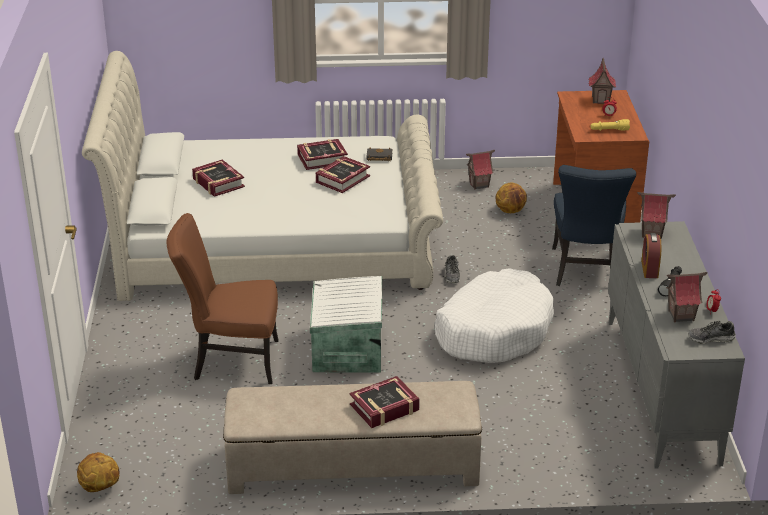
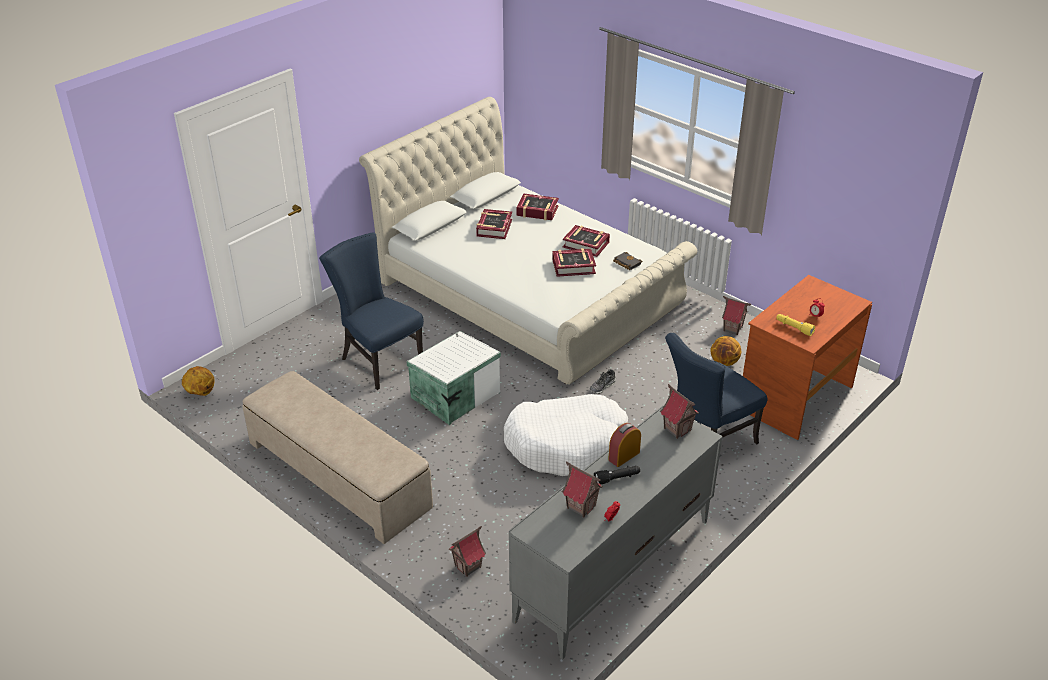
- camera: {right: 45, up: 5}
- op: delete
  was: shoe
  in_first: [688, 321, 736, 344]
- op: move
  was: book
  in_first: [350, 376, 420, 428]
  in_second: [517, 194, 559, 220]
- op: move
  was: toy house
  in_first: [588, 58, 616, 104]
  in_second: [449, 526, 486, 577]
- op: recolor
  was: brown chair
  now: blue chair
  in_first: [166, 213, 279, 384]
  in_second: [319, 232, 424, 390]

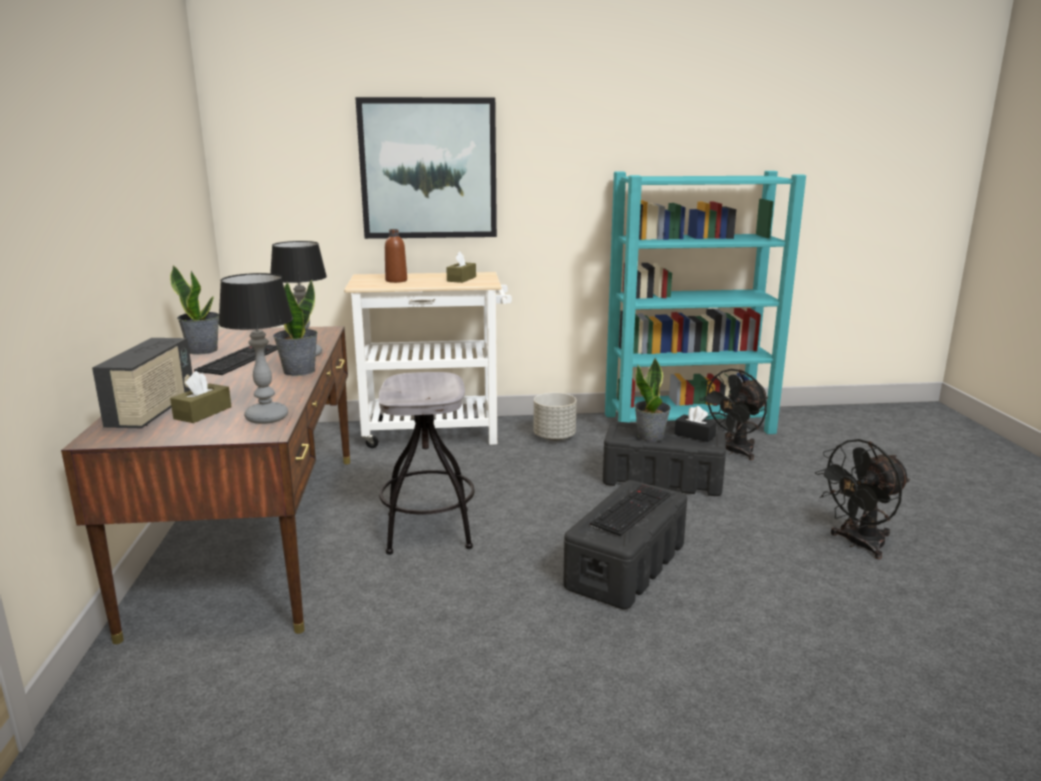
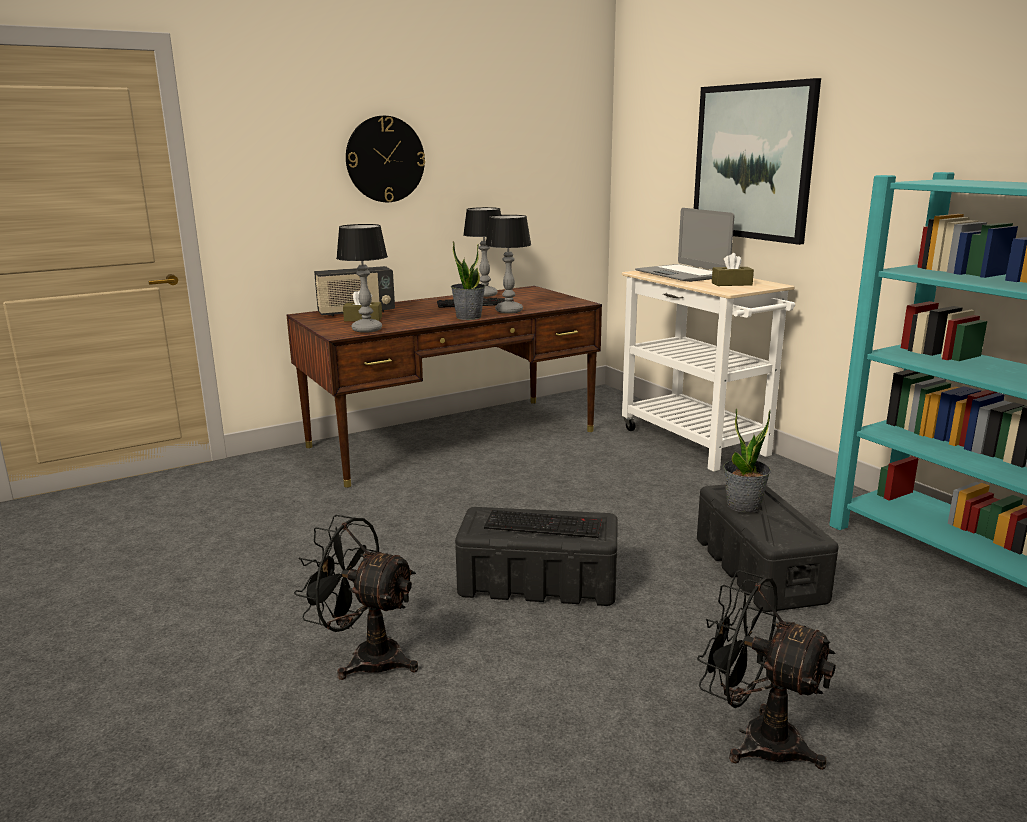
- camera: {right: 65, up: 0}
- op: delete
  was: grey stool
  in_first: [379, 372, 475, 555]
- op: delete
  was: grey planter
  in_first: [534, 393, 577, 441]
- op: delete
  was: black tissue box
  in_first: [675, 406, 717, 442]
- op: insert
  now: wall clock
  in_second: [346, 116, 425, 202]
- op: move
  was: black fan
  in_first: [700, 369, 768, 460]
  in_second: [294, 515, 418, 680]
- op: replace
  was: potted plant
  now: table lamp
  in_first: [170, 265, 219, 355]
  in_second: [463, 207, 501, 297]
- op: replace
  was: brown bottle
  now: laptop
  in_first: [385, 229, 407, 283]
  in_second: [635, 208, 734, 282]

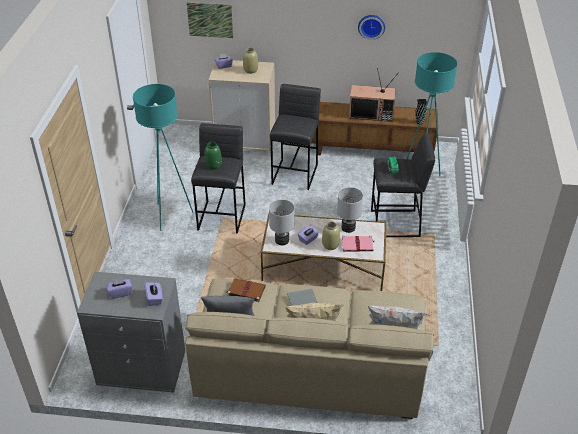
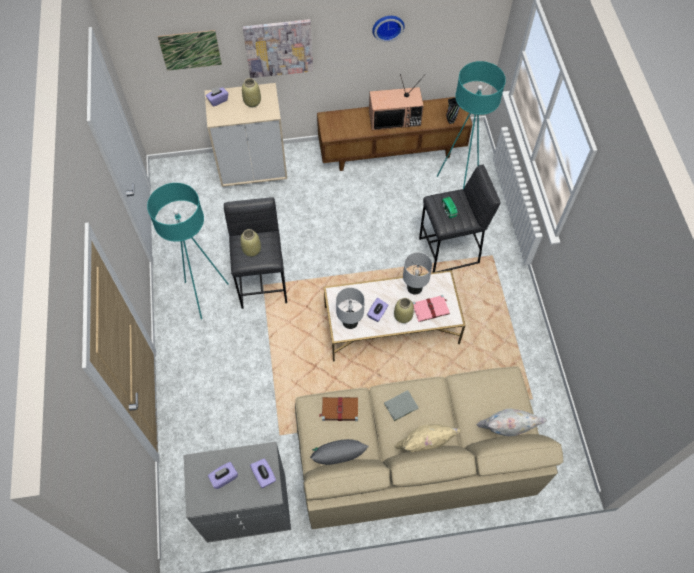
- camera: {right: -15, up: 20}
- op: delete
  was: grey stool
  in_first: [270, 84, 321, 190]
- op: insert
  now: picture
  in_second: [243, 19, 313, 78]
- op: recolor
  was: green vase
  now: beige vase
  in_first: [204, 142, 222, 170]
  in_second: [240, 229, 261, 257]

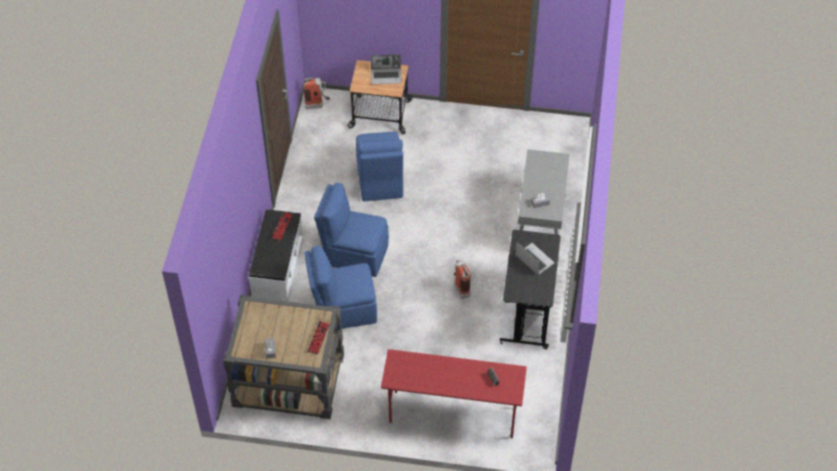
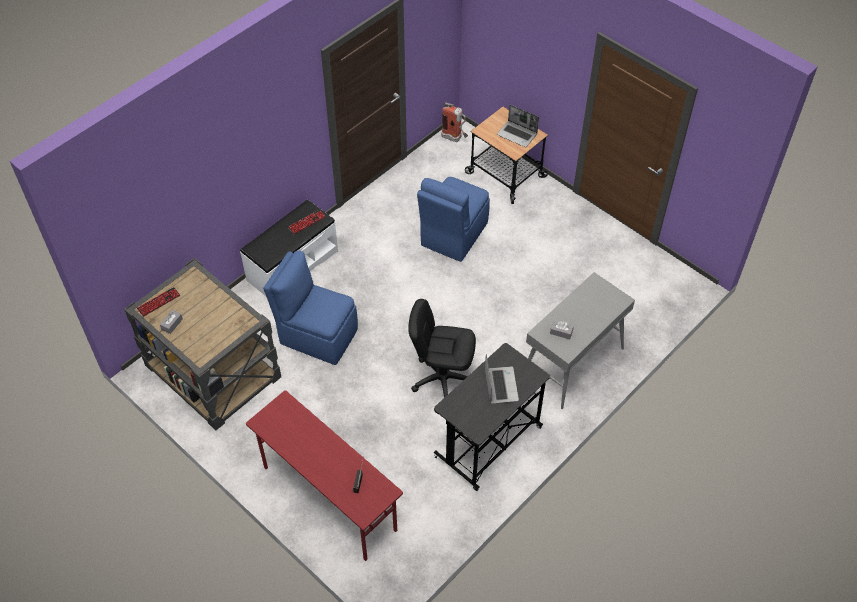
- camera: {right: 35, up: 0}
- op: delete
  was: blue chair
  in_first: [314, 183, 389, 277]
- op: move
  was: keyboard
  in_first: [307, 321, 330, 355]
  in_second: [137, 287, 180, 317]
- op: replace
  was: fire extinguisher
  now: black office chair
  in_first: [454, 260, 471, 299]
  in_second: [408, 299, 476, 398]

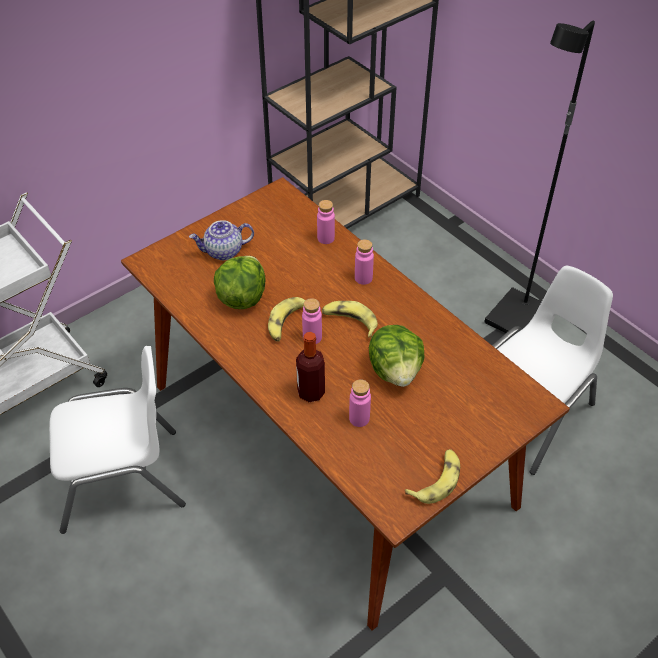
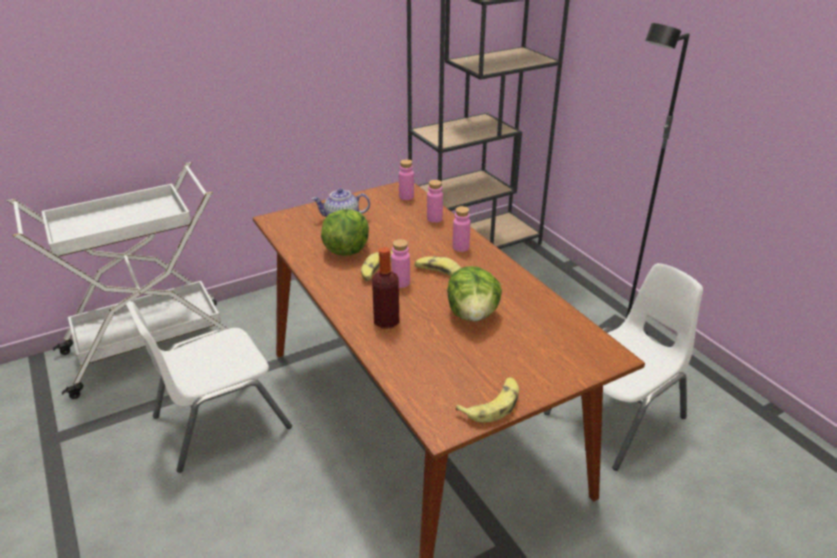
- camera: {right: 10, up: -15}
- op: move
  was: pink bottle
  in_first: [349, 379, 371, 427]
  in_second: [399, 159, 414, 200]
- op: rotate
  was: white chair
  in_first: [49, 346, 186, 534]
  in_second: [126, 301, 292, 473]
  clockwise: 150

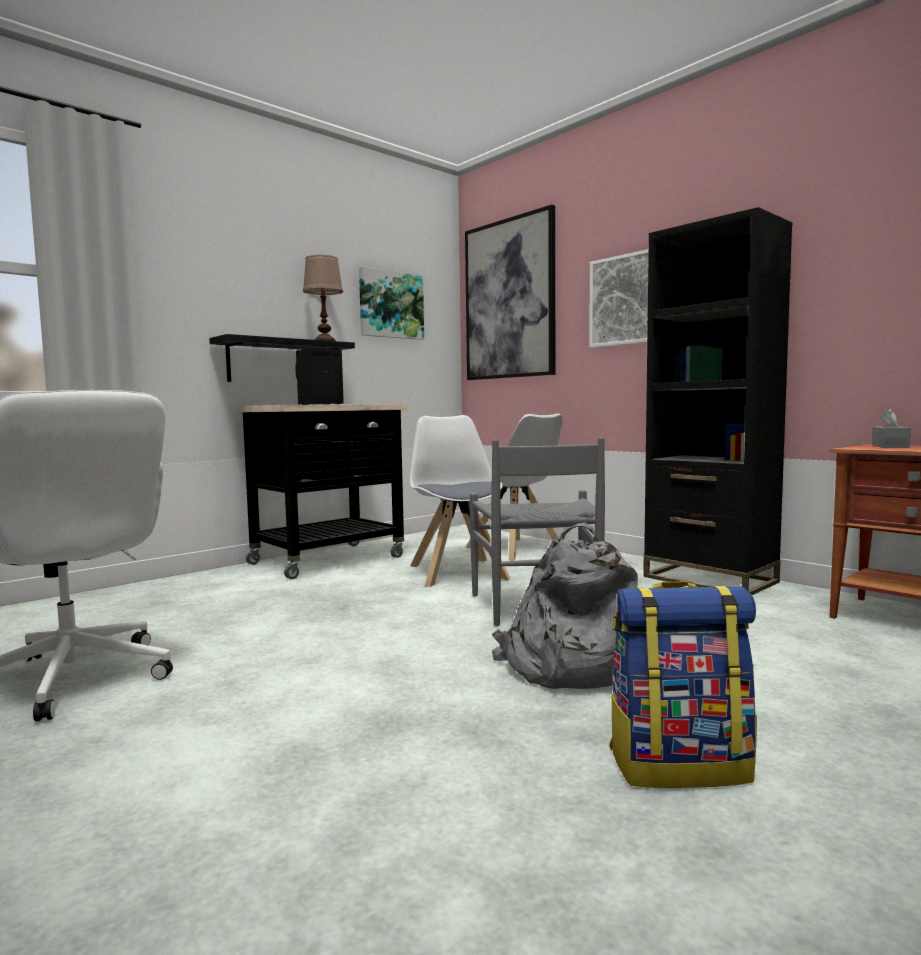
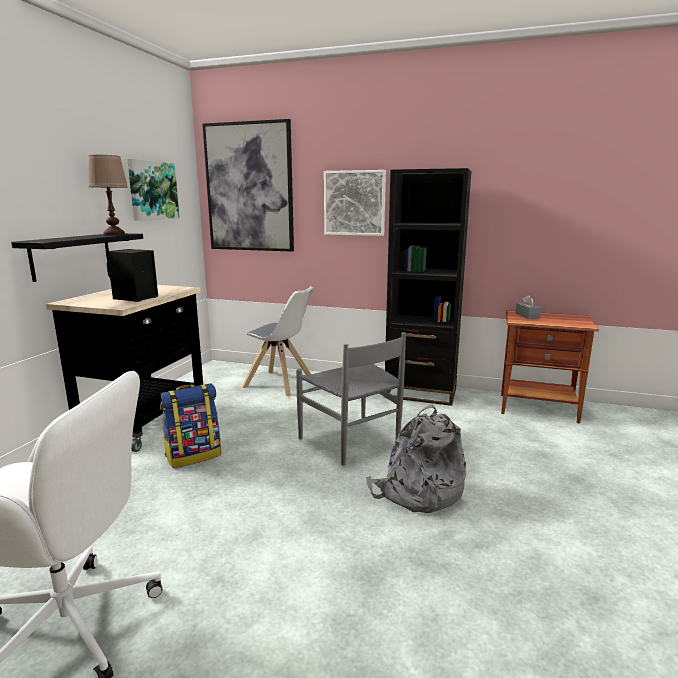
- camera: {right: -30, up: 10}
- op: delete
  was: chair
  in_first: [410, 415, 511, 587]
- op: move
  was: backpack
  in_first: [609, 581, 757, 788]
  in_second: [160, 383, 221, 468]

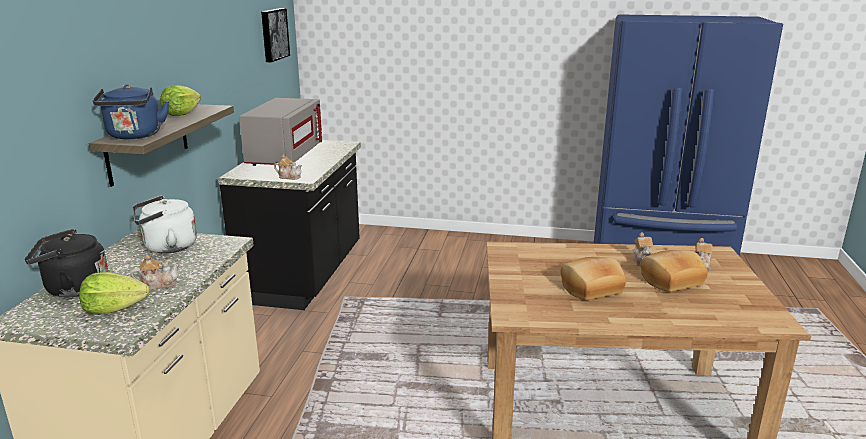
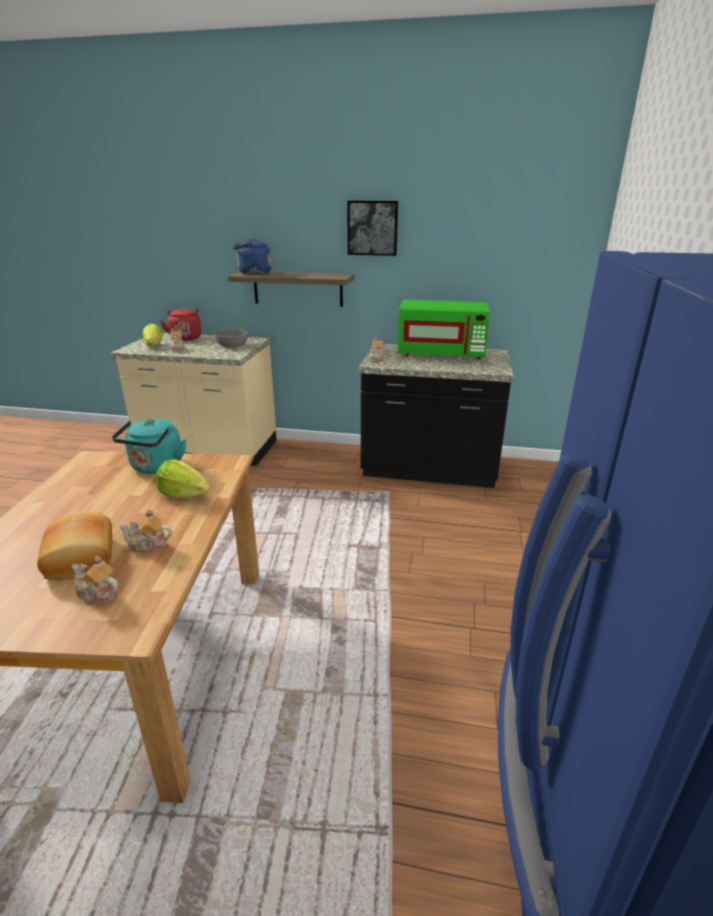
- camera: {right: 90, up: 5}
- op: delete
  was: bread
  in_first: [561, 257, 626, 300]
- op: insert
  now: turquoise kettle
  in_second: [112, 419, 186, 474]
- op: move
  was: lettuce
  in_first: [160, 85, 201, 116]
  in_second: [156, 459, 210, 498]
- op: move
  was: picture
  in_first: [261, 8, 290, 62]
  in_second: [347, 201, 398, 256]
- op: replace
  was: white kettle
  now: grey bowl
  in_first: [133, 195, 197, 253]
  in_second: [215, 329, 248, 348]
- op: recolor
  was: black kettle
  now: red kettle
  in_first: [25, 229, 108, 298]
  in_second: [160, 308, 202, 341]
- op: recolor
  was: grey microwave
  now: green microwave
  in_first: [239, 98, 322, 166]
  in_second: [397, 299, 490, 359]

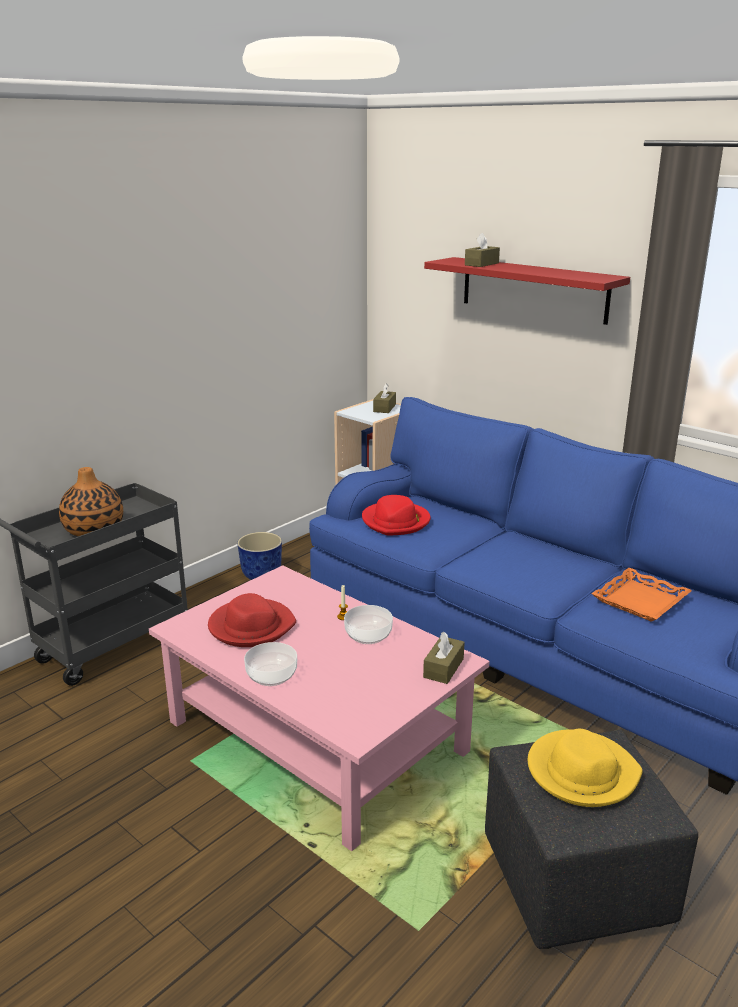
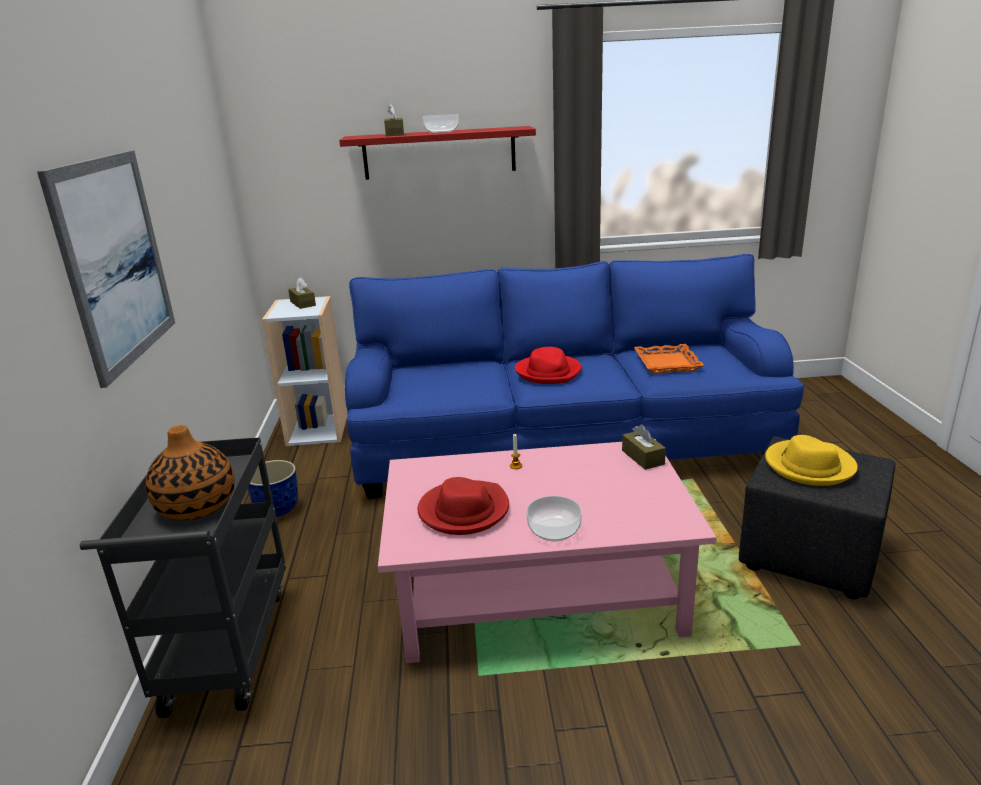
- camera: {right: -45, up: 0}
- op: insert
  now: picture
  in_second: [37, 150, 175, 388]
- op: move
  was: bowl
  in_first: [344, 605, 393, 644]
  in_second: [423, 114, 459, 133]
- op: move
  was: red hat
  in_first: [362, 495, 431, 536]
  in_second: [515, 347, 582, 384]

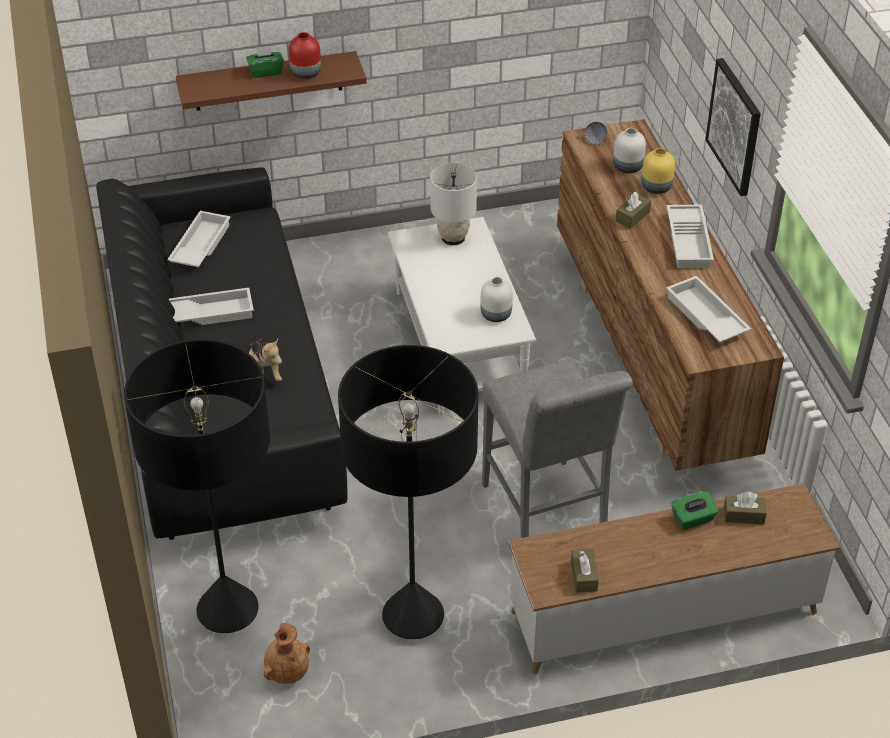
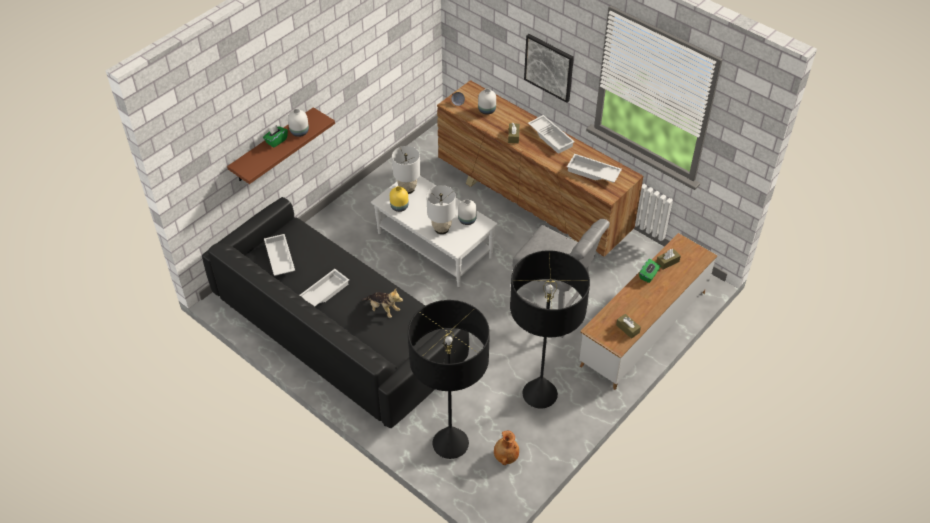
- camera: {right: -35, up: 5}
- op: insert
  now: white table lamp
  in_second: [426, 185, 456, 234]
- op: move
  was: yellow vase
  in_first: [642, 148, 675, 194]
  in_second: [390, 186, 409, 212]
- op: recolor
  was: red vase
  now: white vase
  in_first: [289, 32, 321, 79]
  in_second: [288, 109, 309, 137]

